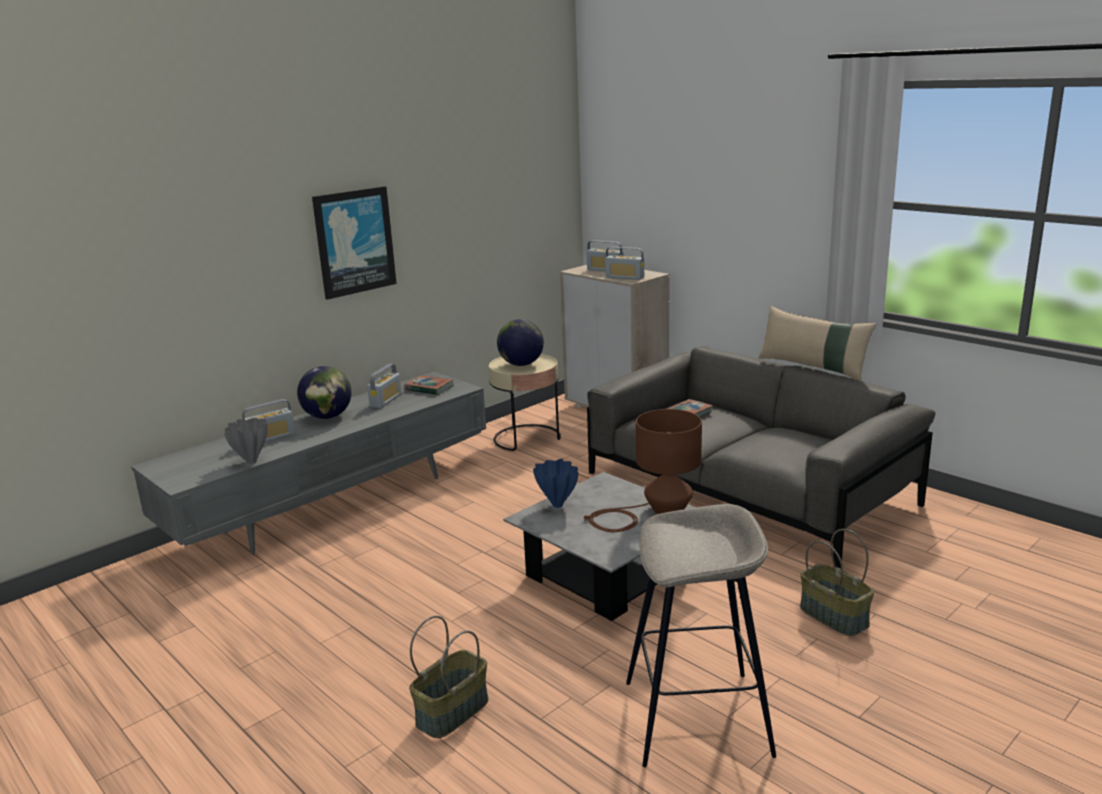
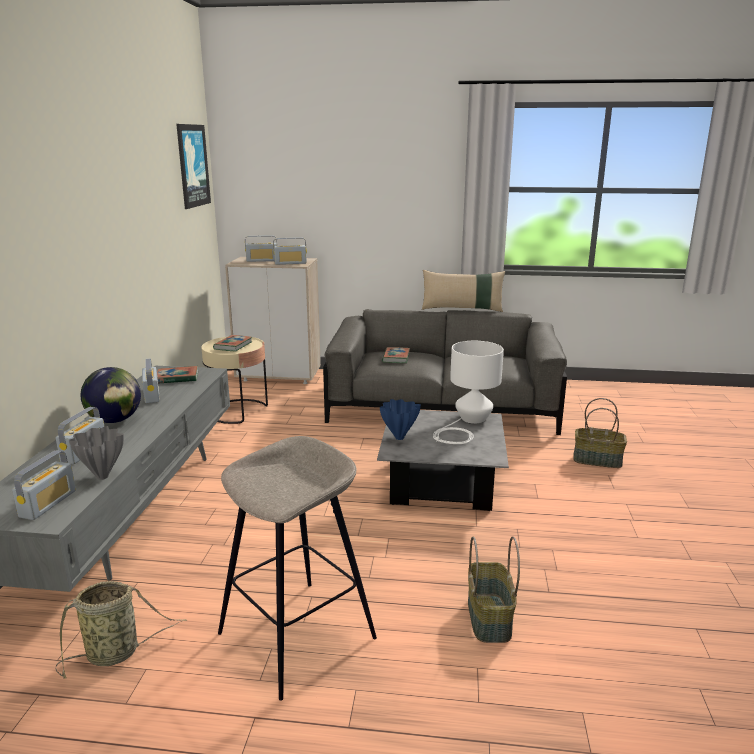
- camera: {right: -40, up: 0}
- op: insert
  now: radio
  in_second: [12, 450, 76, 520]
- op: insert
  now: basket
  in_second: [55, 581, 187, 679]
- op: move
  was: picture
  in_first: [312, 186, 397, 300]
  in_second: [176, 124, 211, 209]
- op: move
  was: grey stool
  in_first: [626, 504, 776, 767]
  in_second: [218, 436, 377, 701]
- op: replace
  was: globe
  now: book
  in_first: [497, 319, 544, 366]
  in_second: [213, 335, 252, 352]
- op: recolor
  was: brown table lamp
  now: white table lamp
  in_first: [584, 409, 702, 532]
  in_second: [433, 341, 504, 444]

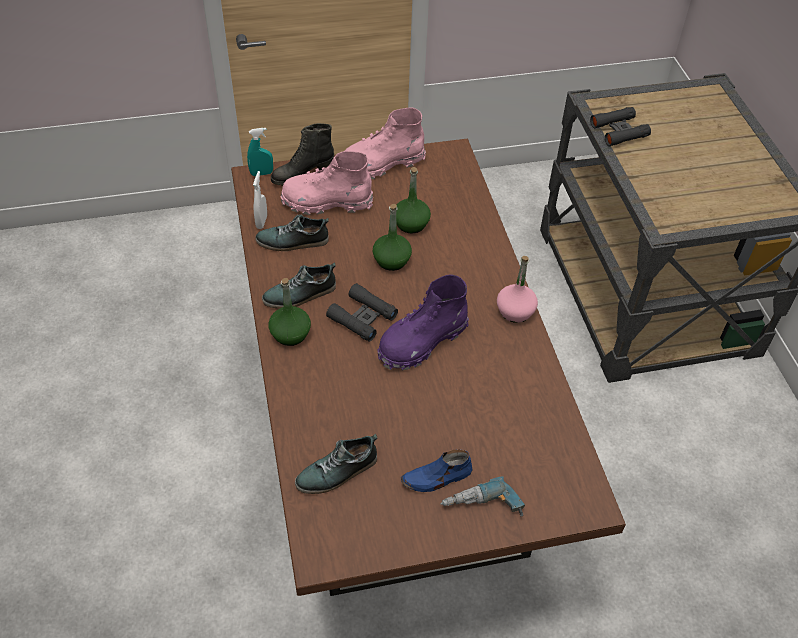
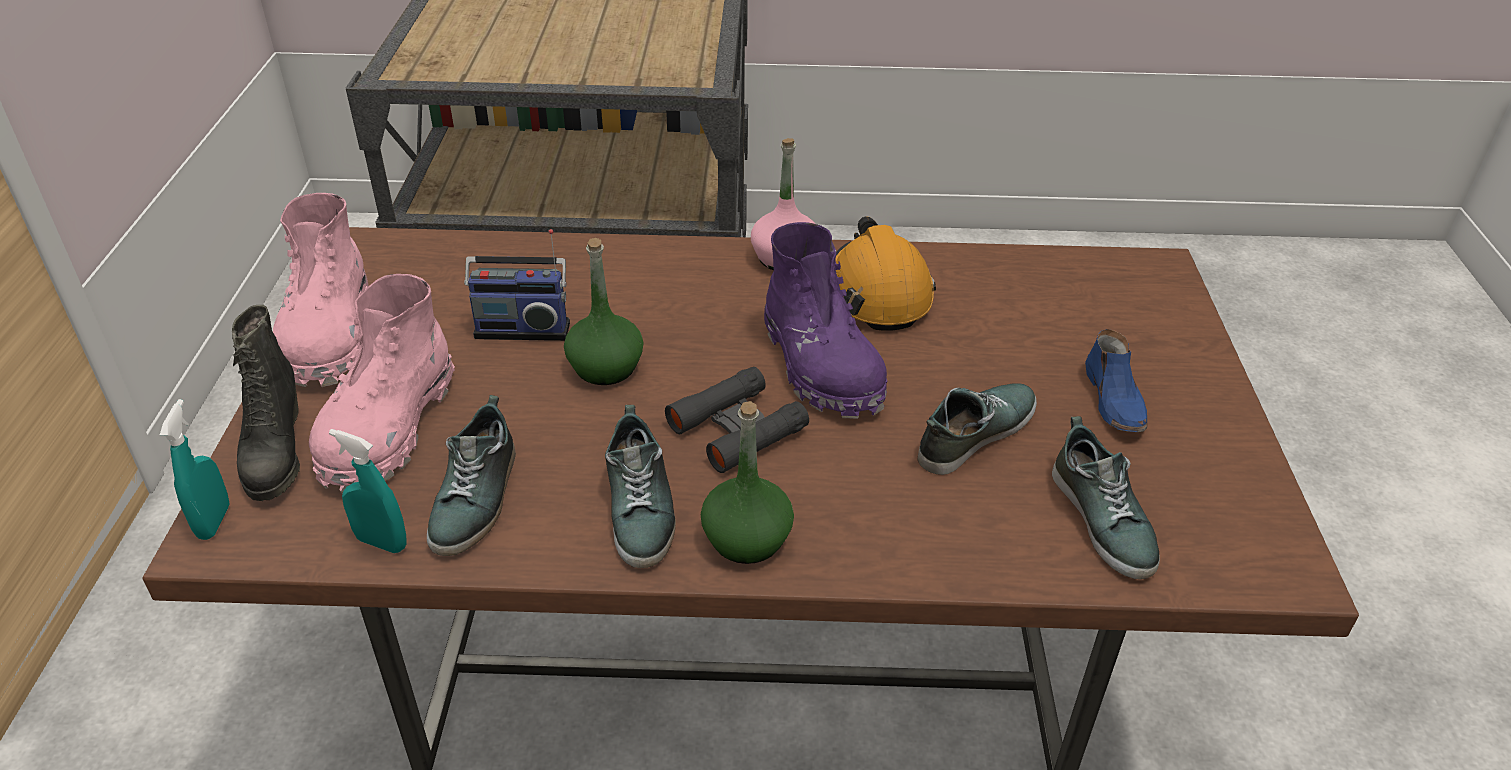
- camera: {right: -75, up: -10}
- op: delete
  was: power drill
  in_first: [440, 476, 525, 516]
- op: delete
  was: black binoculars
  in_first: [590, 107, 651, 146]
- op: insert
  now: orange hard hat
  in_second: [835, 216, 936, 331]
- op: insert
  now: shoe
  in_second: [918, 383, 1037, 475]
- op: replace
  was: green bottle
  now: radio
  in_first: [396, 167, 431, 234]
  in_second: [464, 229, 570, 341]
- op: recolor
  was: white spray bottle
  now: turquoise spray bottle
  in_first: [253, 171, 267, 229]
  in_second: [329, 429, 407, 553]

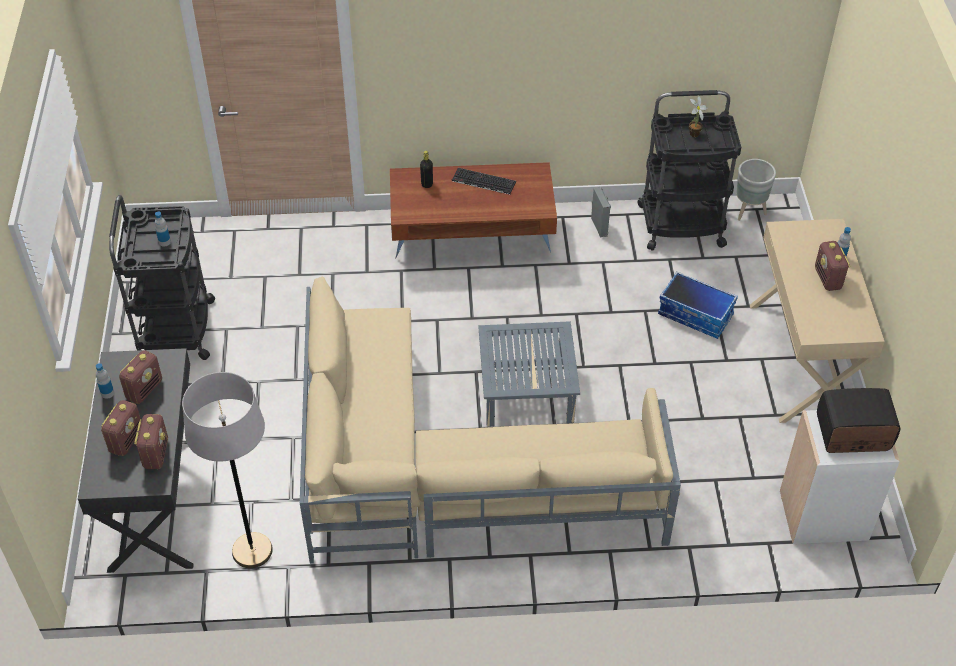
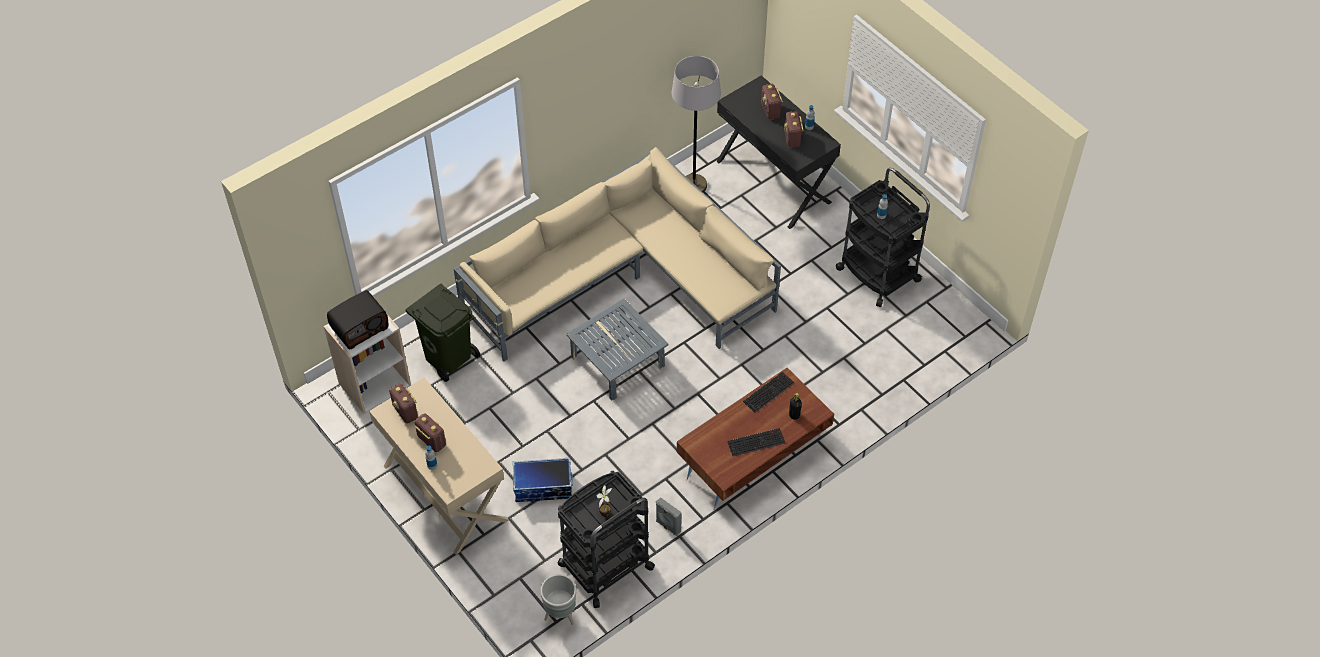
- camera: {right: 145, up: 5}
- op: insert
  now: green trash can
  in_second: [406, 284, 480, 382]
- op: insert
  now: keyboard
  in_second: [743, 372, 794, 413]
- op: move
  was: radio
  in_first: [134, 414, 168, 469]
  in_second: [389, 384, 418, 424]

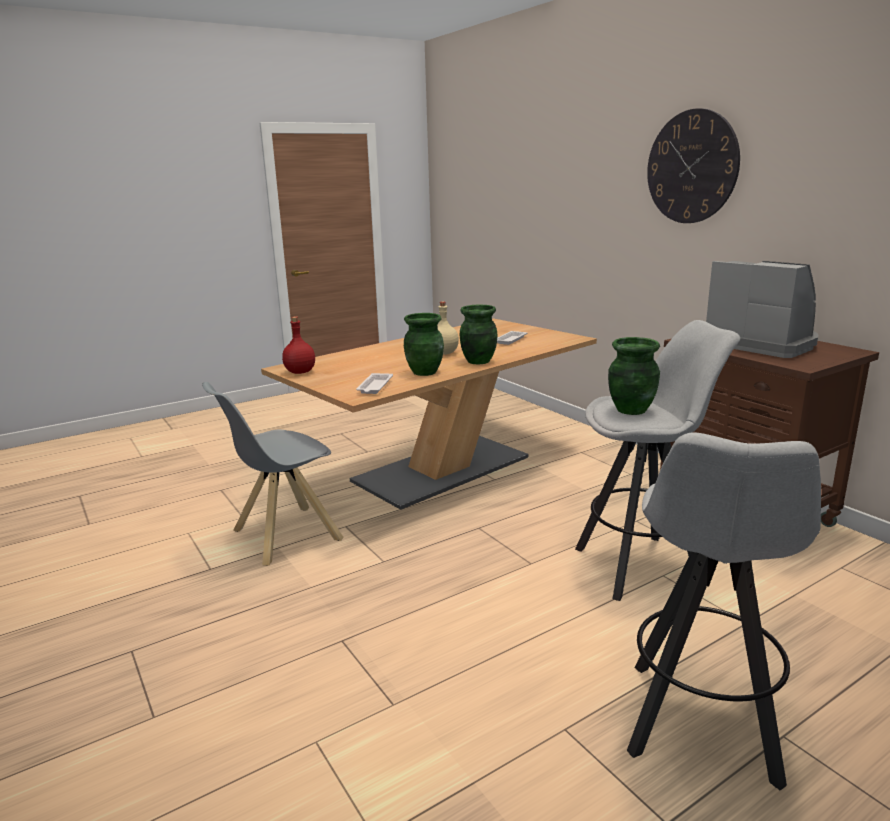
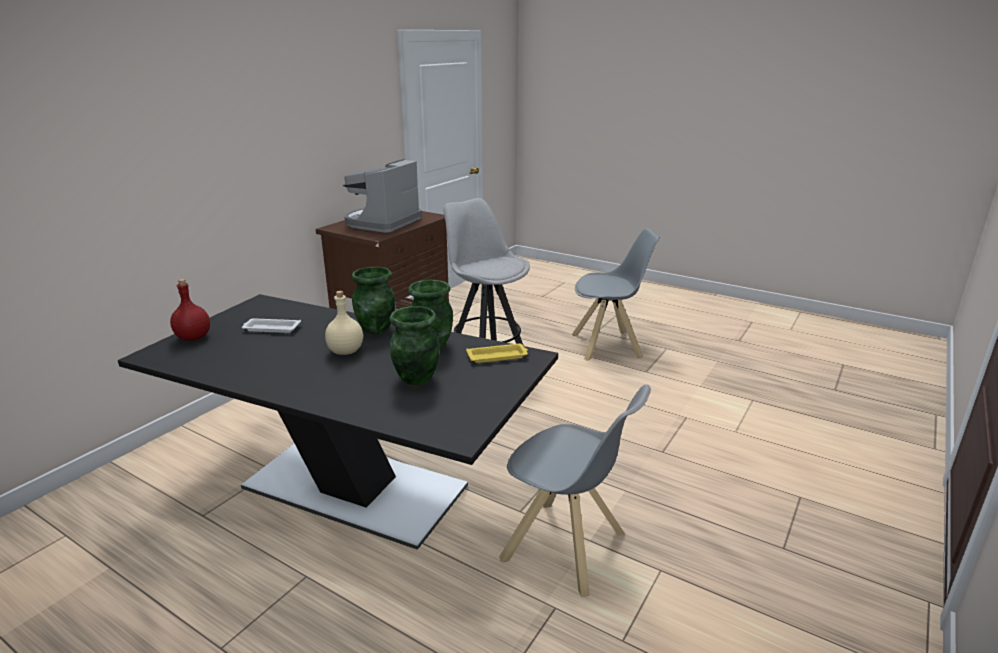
- camera: {right: -115, up: 5}
- op: delete
  was: wall clock
  in_first: [647, 108, 740, 223]
- op: move
  was: red bottle
  in_first: [282, 317, 315, 374]
  in_second: [170, 279, 210, 341]
- op: move
  was: green vase
  in_first: [608, 337, 660, 415]
  in_second: [389, 306, 440, 385]
- op: replace
  was: grey stool
  now: grey chair
  in_first: [627, 432, 821, 790]
  in_second: [572, 228, 660, 361]
- op: recolor
  was: beige dining table
  now: black dining table
  in_first: [261, 318, 597, 510]
  in_second: [118, 294, 558, 550]
- op: recolor
  was: white tray
  now: yellow tray
  in_first: [356, 373, 393, 394]
  in_second: [466, 343, 528, 363]

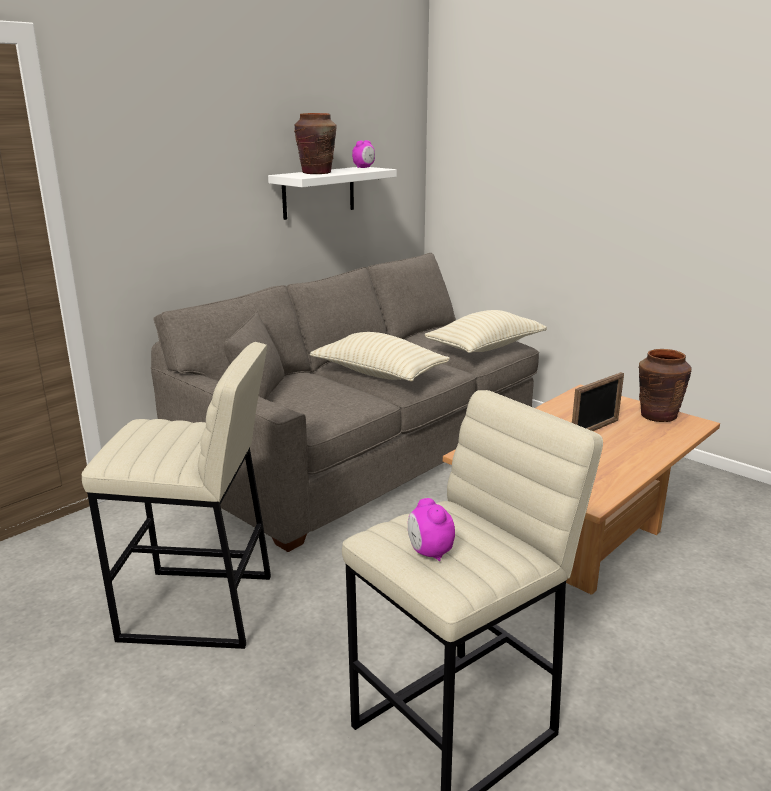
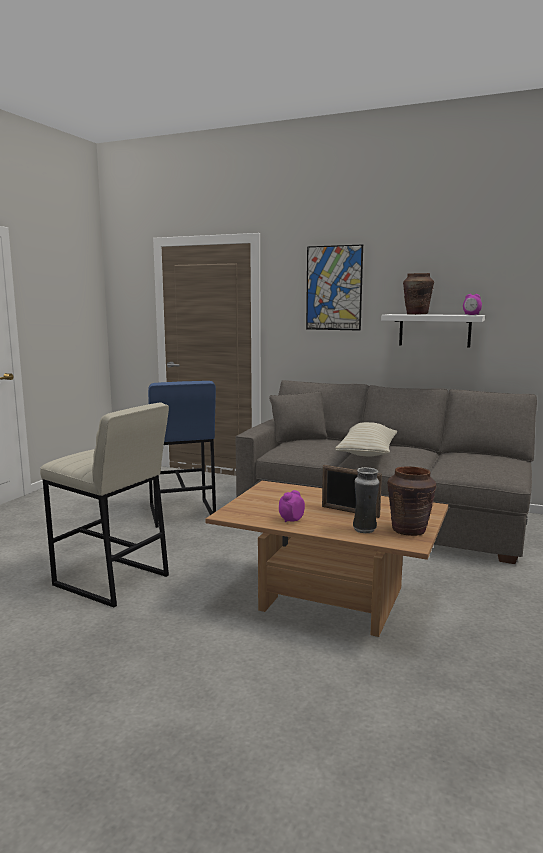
- camera: {right: 70, up: -10}
- op: delete
  was: beige pillow
  in_first: [424, 310, 547, 353]
- op: insert
  now: picture
  in_second: [306, 244, 363, 331]
- op: insert
  now: vase
  in_second: [353, 467, 379, 533]
- op: move
  was: alarm clock
  in_first: [408, 498, 455, 561]
  in_second: [279, 490, 305, 522]
- op: recolor
  was: beige stool
  now: blue stool
  in_first: [82, 342, 271, 649]
  in_second: [148, 381, 216, 528]

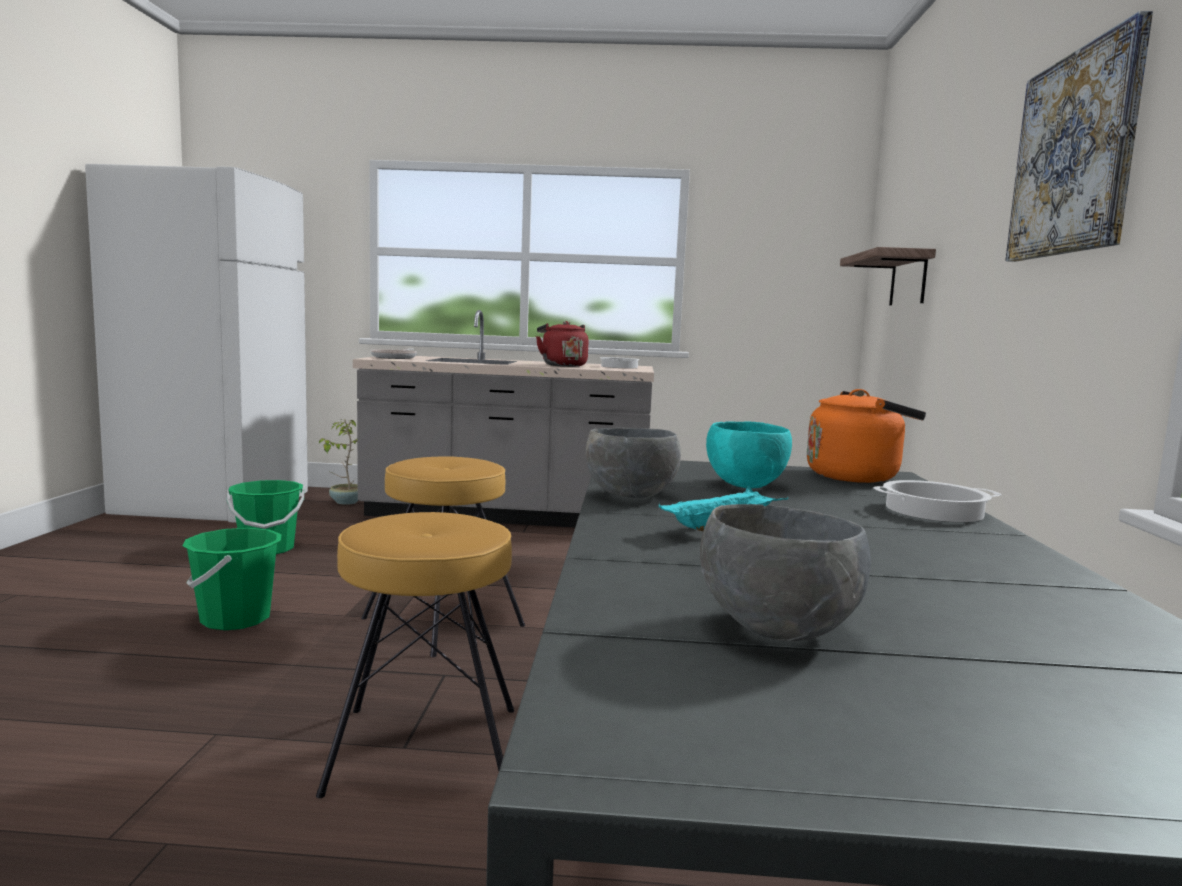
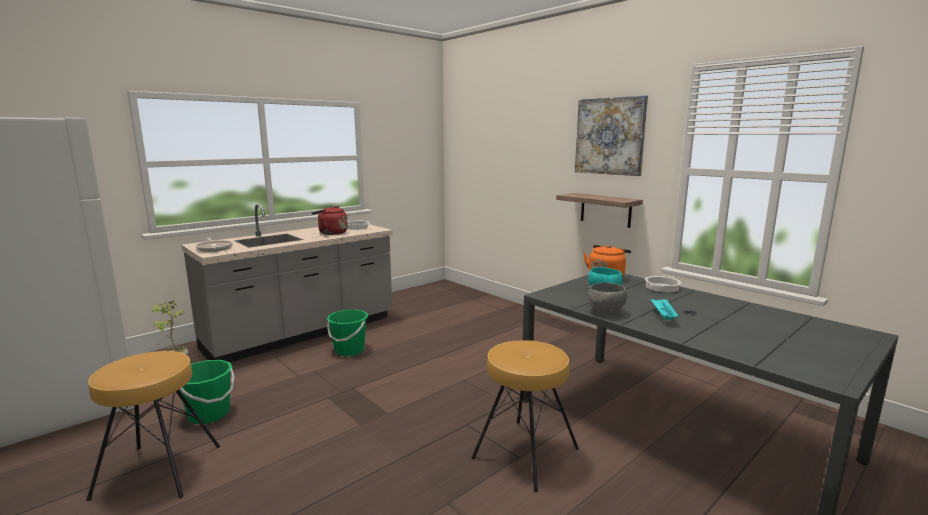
- camera: {right: -45, up: 5}
- op: delete
  was: grey bowl
  in_first: [700, 504, 871, 641]
- op: move
  was: green bucket
  in_first: [182, 528, 282, 630]
  in_second: [327, 310, 368, 356]
- op: move
  was: brown stool
  in_first: [361, 457, 525, 657]
  in_second: [86, 351, 220, 501]
- op: move
  was: shelf
  in_first: [840, 247, 936, 305]
  in_second: [556, 193, 643, 228]

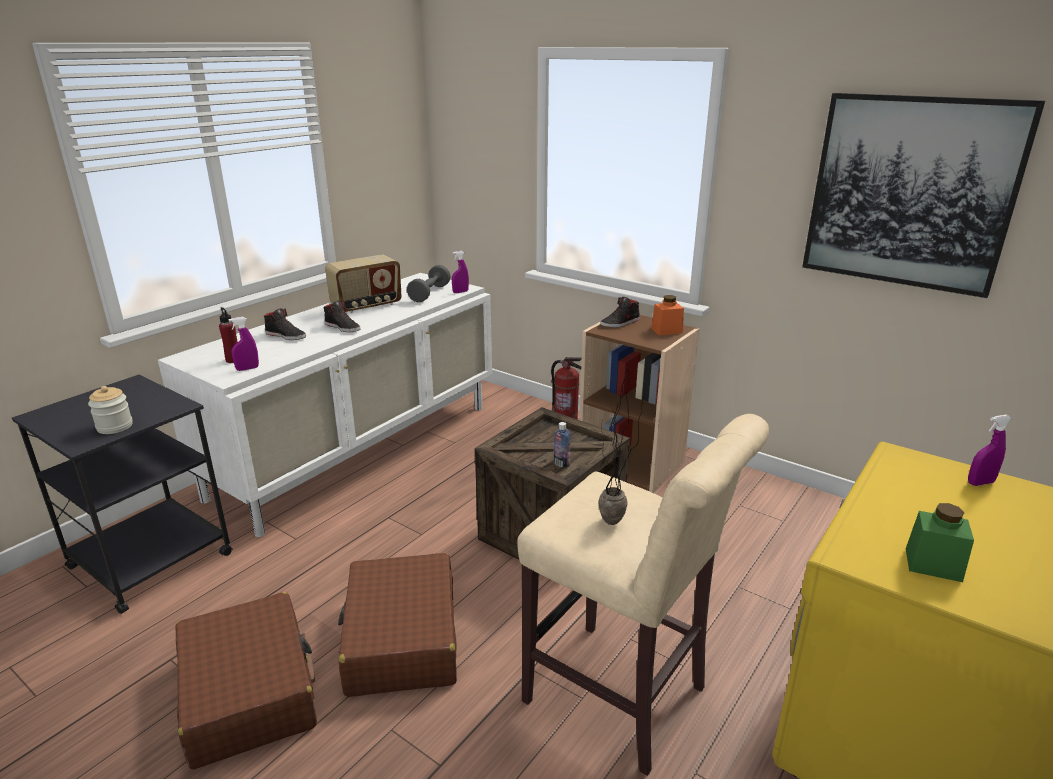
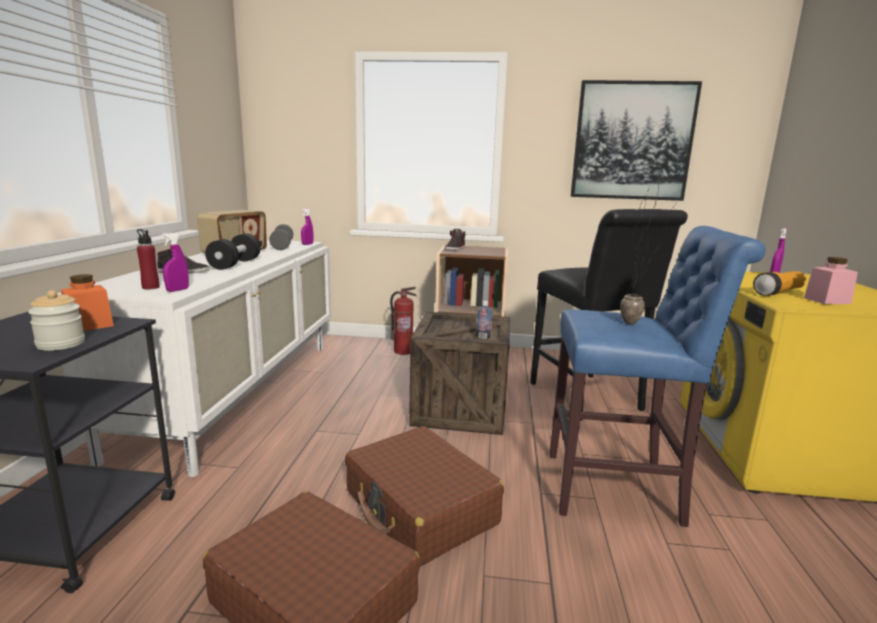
- camera: {right: -30, up: -10}
- op: insert
  now: black stool
  in_second: [530, 209, 688, 421]
- op: insert
  now: flashlight
  in_second: [753, 271, 806, 296]
- op: move
  was: orange jar
  in_first: [651, 295, 684, 335]
  in_second: [61, 274, 114, 331]
- op: replace
  was: black shoe
  now: black dumbbell
  in_first: [323, 301, 360, 332]
  in_second: [205, 233, 261, 270]
- op: recolor
  was: beige stool
  now: blue stool
  in_first: [517, 414, 769, 776]
  in_second: [550, 226, 766, 527]
- op: recolor
  was: green jar
  now: pink jar
  in_first: [906, 503, 974, 582]
  in_second: [804, 257, 858, 304]

